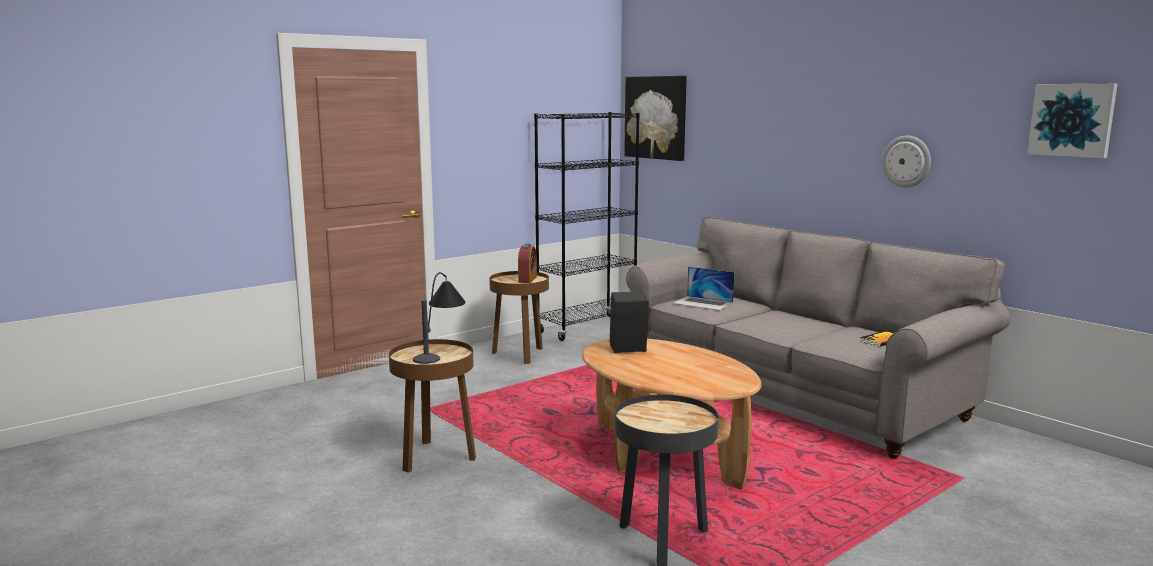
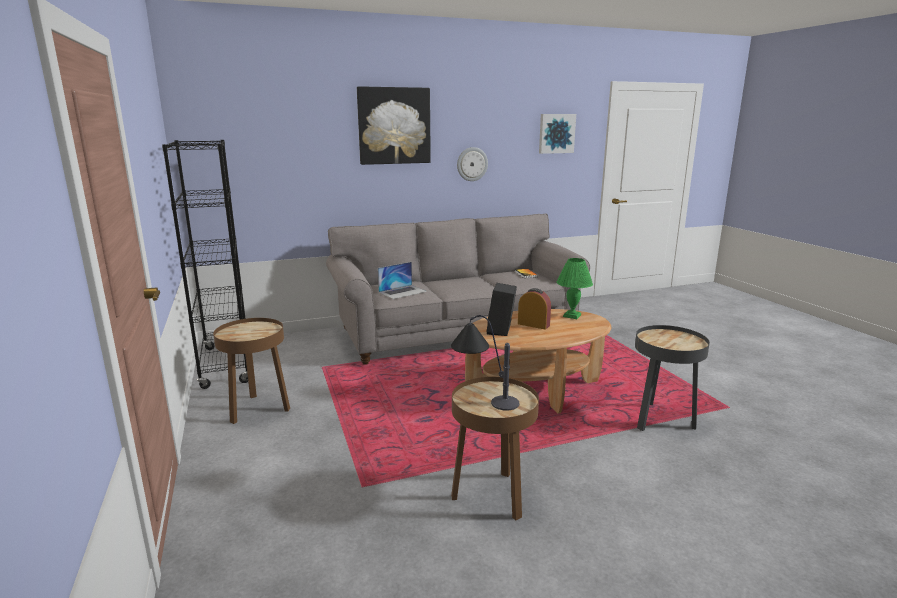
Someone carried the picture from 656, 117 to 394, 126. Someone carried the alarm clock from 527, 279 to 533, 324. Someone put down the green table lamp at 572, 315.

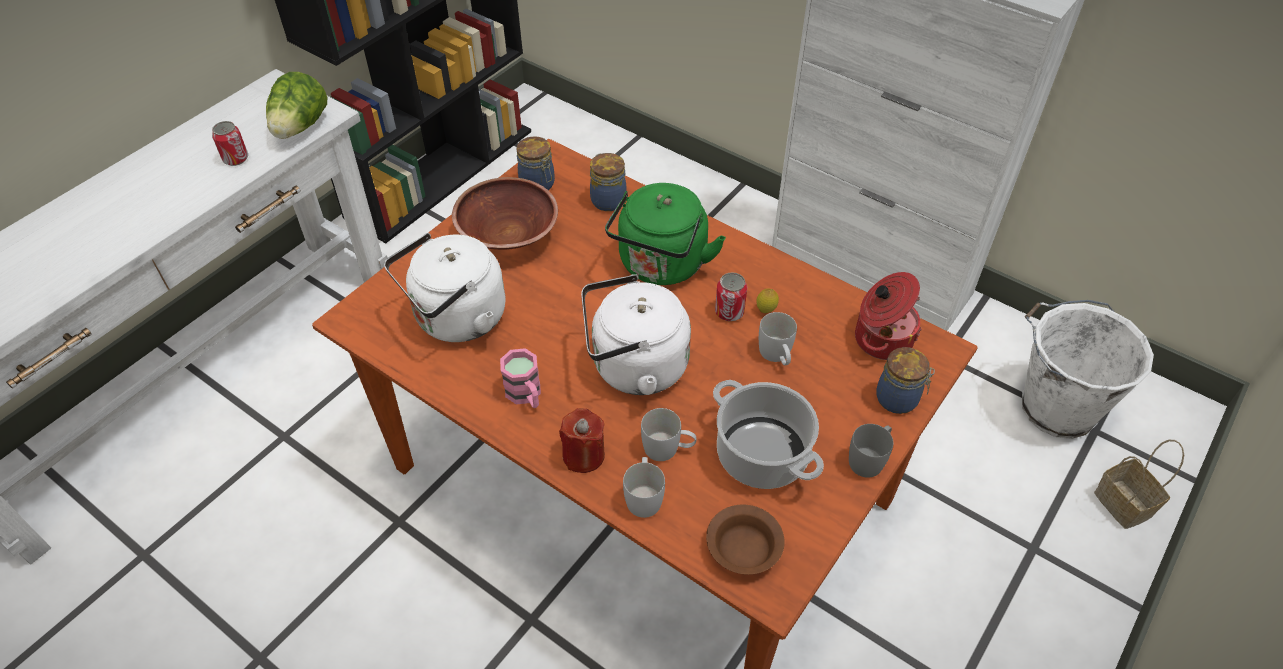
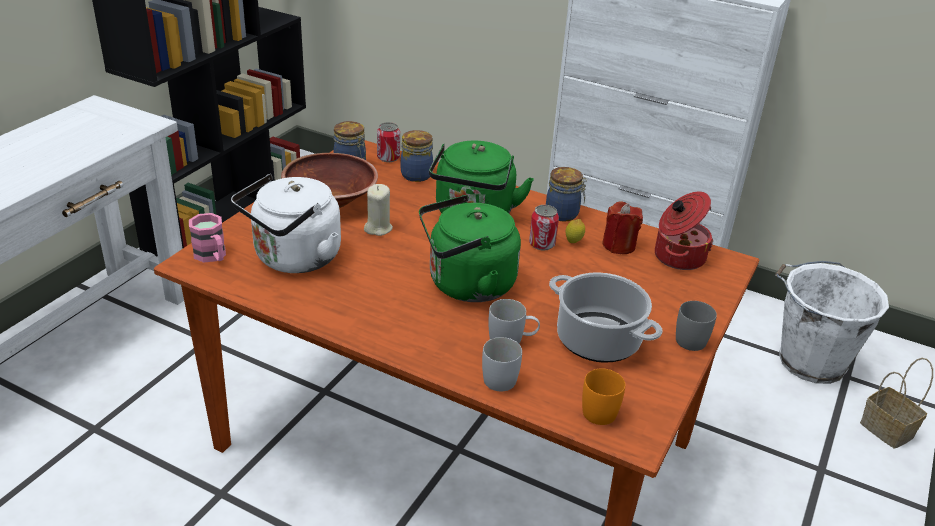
Someone took away the lettuce at 300, 127. Someone carried the can from 236, 159 to 388, 158. Someone repainted the white kettle at 633, 367, which became the green kettle at 466, 285. Someone took away the white mug at 777, 356. Someone carried the jar from 899, 399 to 563, 214. Someone carried the pink mug from 526, 395 to 212, 256. Someone carried the red candle from 583, 455 to 619, 245. Someone swapped the brown bowl at 742, 548 for the orange mug at 599, 408. Someone put down the beige candle at 378, 228.

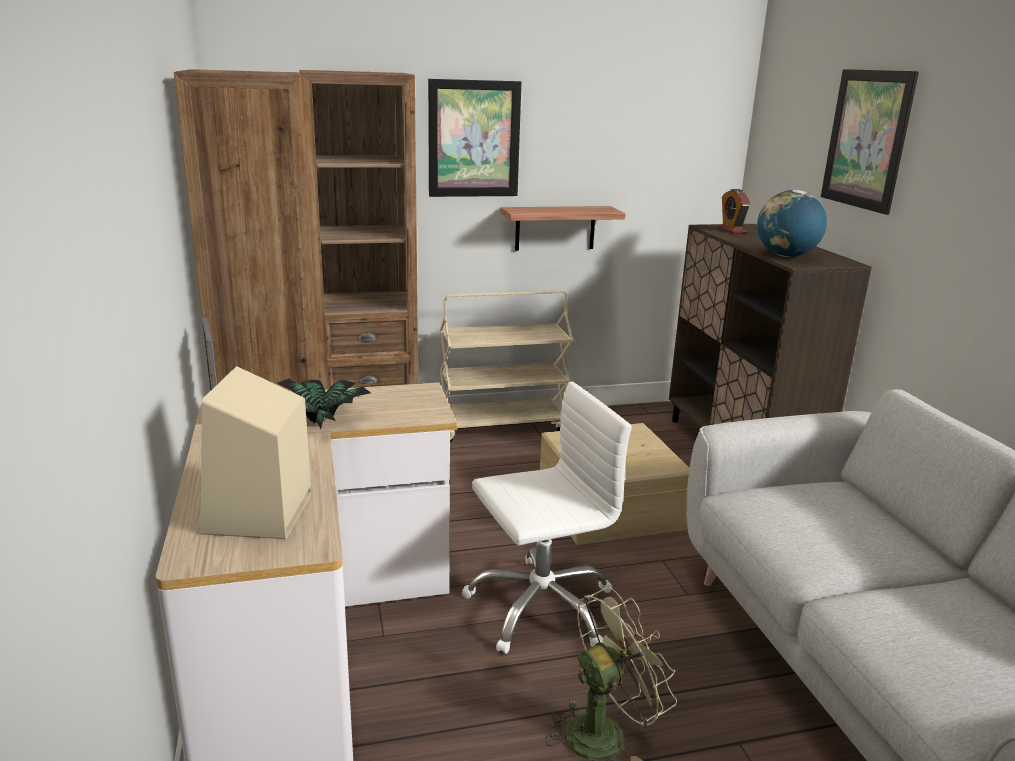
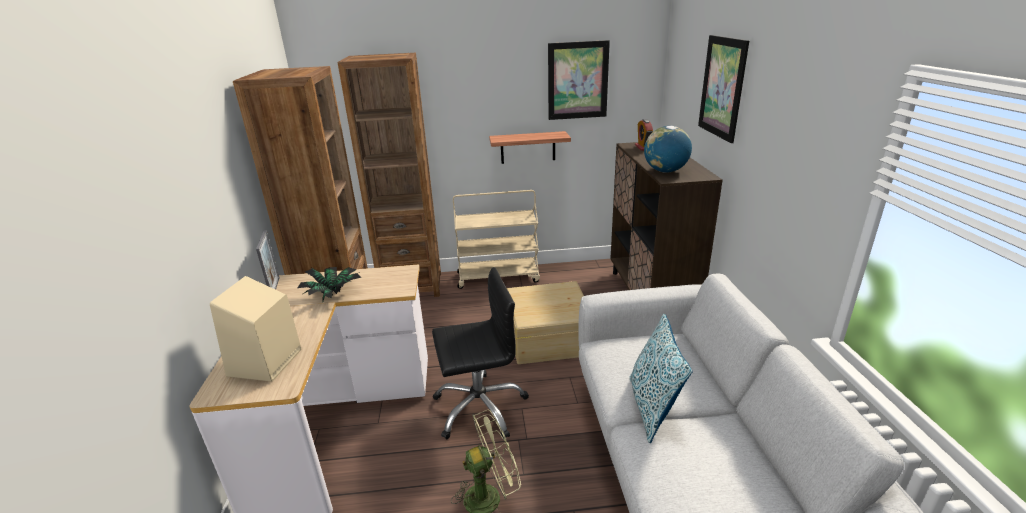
Someone carried the picture from 474, 139 to 577, 80. Someone repainted the white office chair at 540, 606, which became the black office chair at 479, 407. Someone put down the pillow at 652, 408.

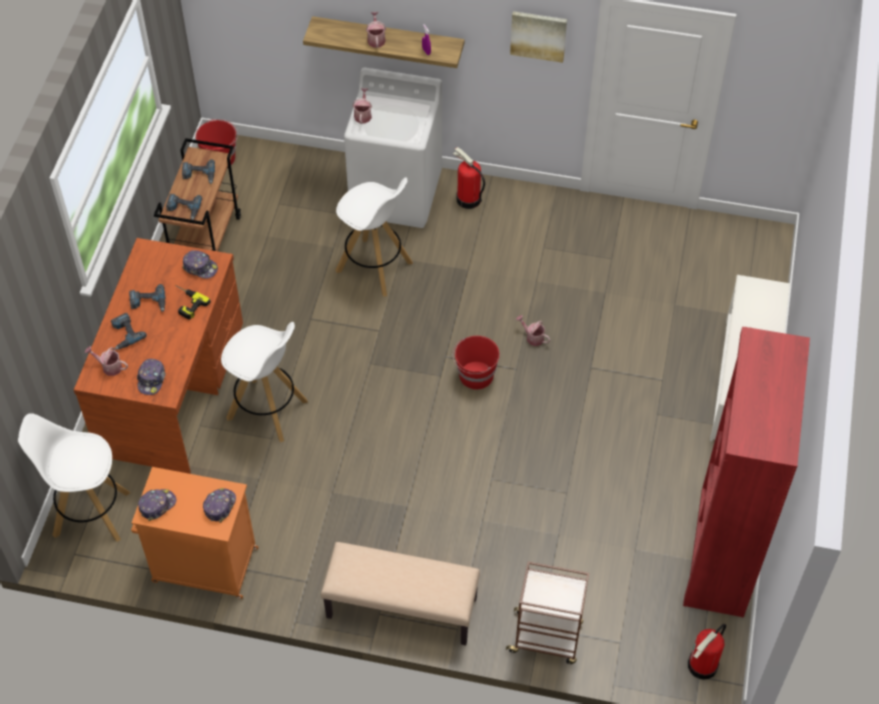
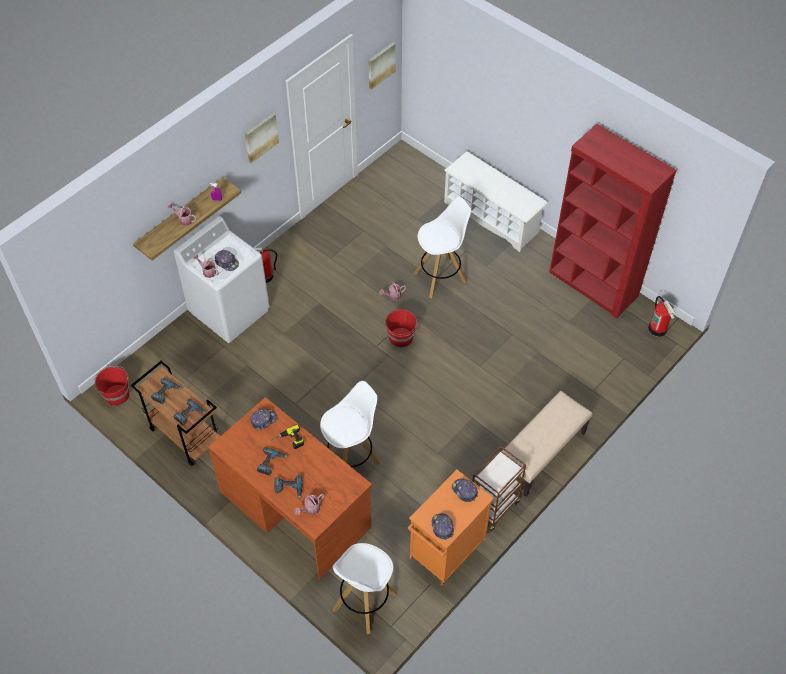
Someone carried the white stool from 375, 267 to 440, 277. Someone carried the cap from 152, 379 to 227, 262. Someone carried the brown cart from 547, 637 to 493, 506. Someone put up the picture at 380, 65.

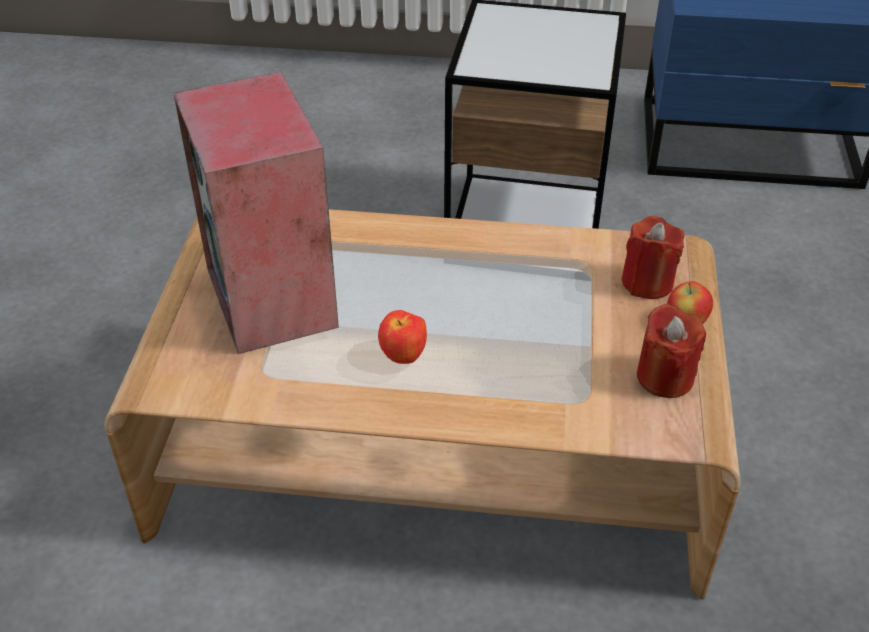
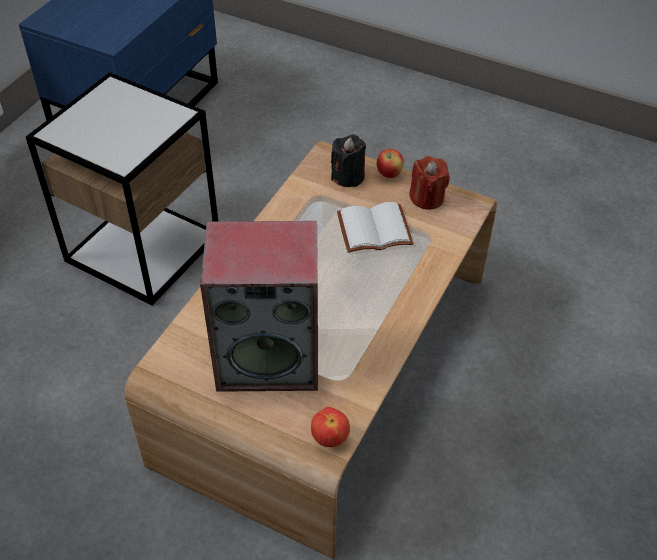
Someone repainted the red candle at 647, 282, which became the black candle at 348, 176. Someone carried the apple from 403, 357 to 330, 439. Someone put down the white book at 373, 231.

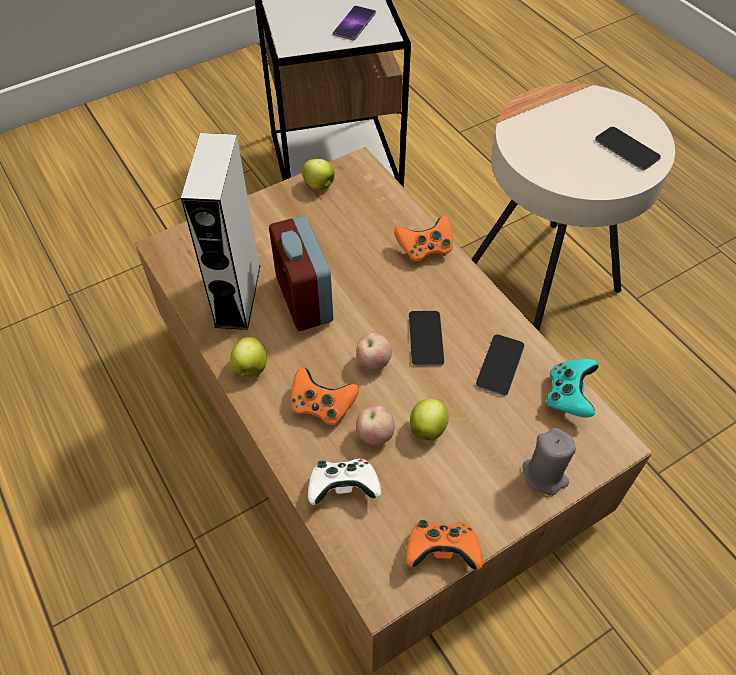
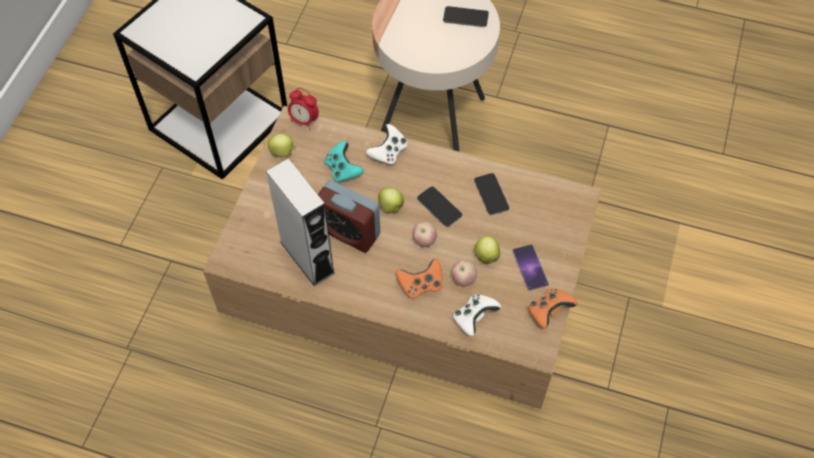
Someone carried the phone from 354, 23 to 530, 267. Someone repainted the orange game controller at 425, 249, which became the white game controller at 388, 152. Someone carried the apple from 250, 368 to 391, 207. Someone carried the turquoise game controller from 568, 396 to 343, 169. Someone took away the grey candle at 544, 475. Someone put down the alarm clock at 304, 120.

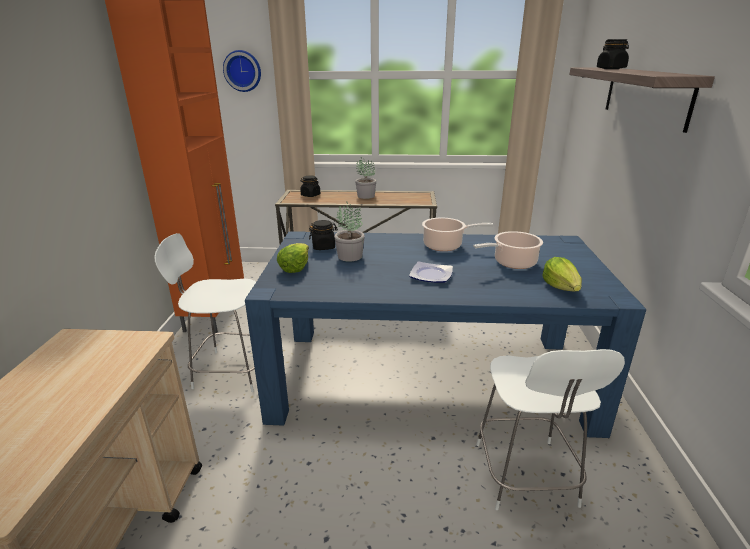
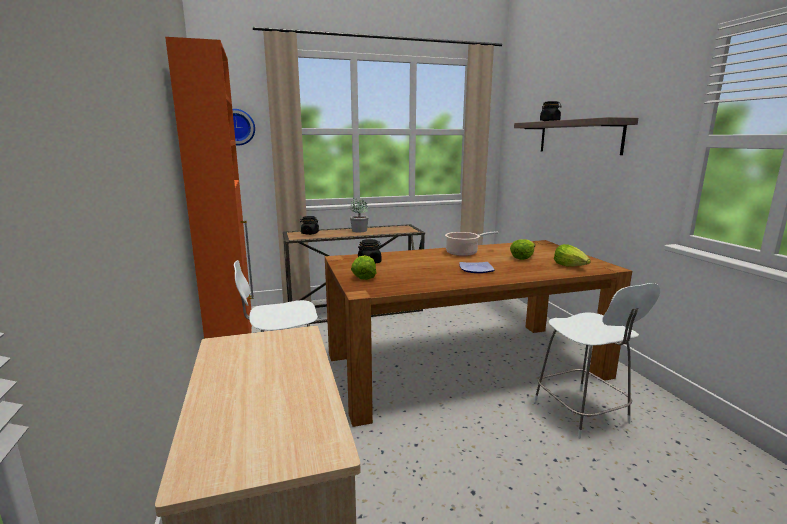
Someone took away the potted plant at 349, 256. Someone repainted the blue dining table at 428, 376, which became the brown dining table at 464, 365. Someone swapped the cooking pot at 512, 263 for the lettuce at 522, 257.

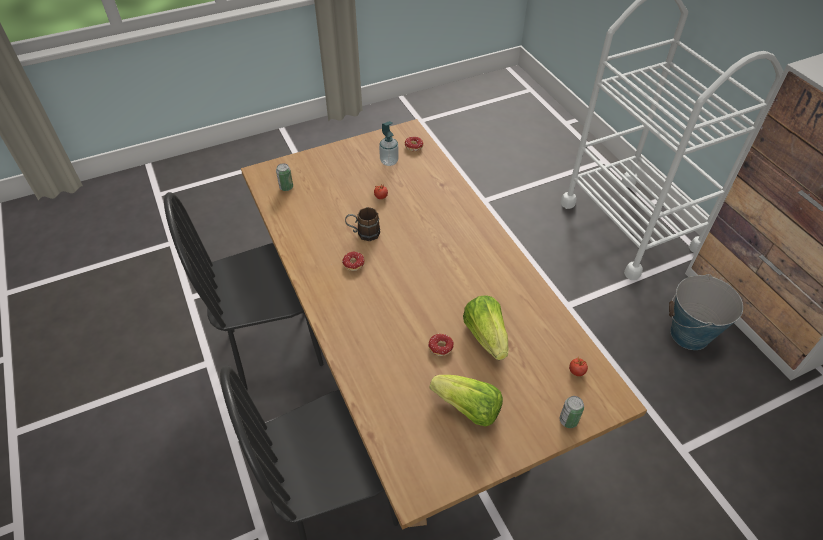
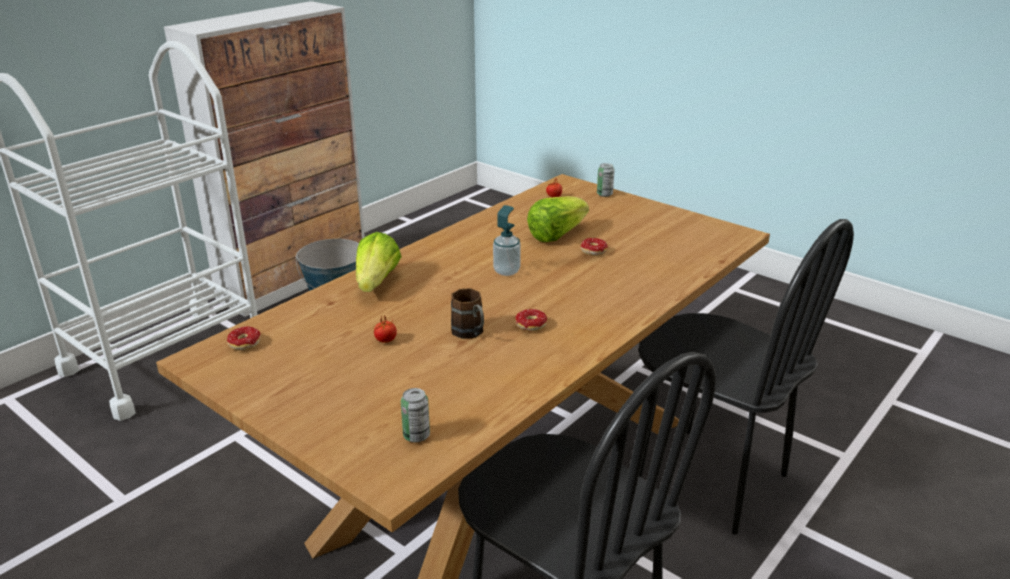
Someone carried the soap dispenser from 389, 161 to 506, 271. Someone carried the lettuce from 468, 409 to 376, 282.

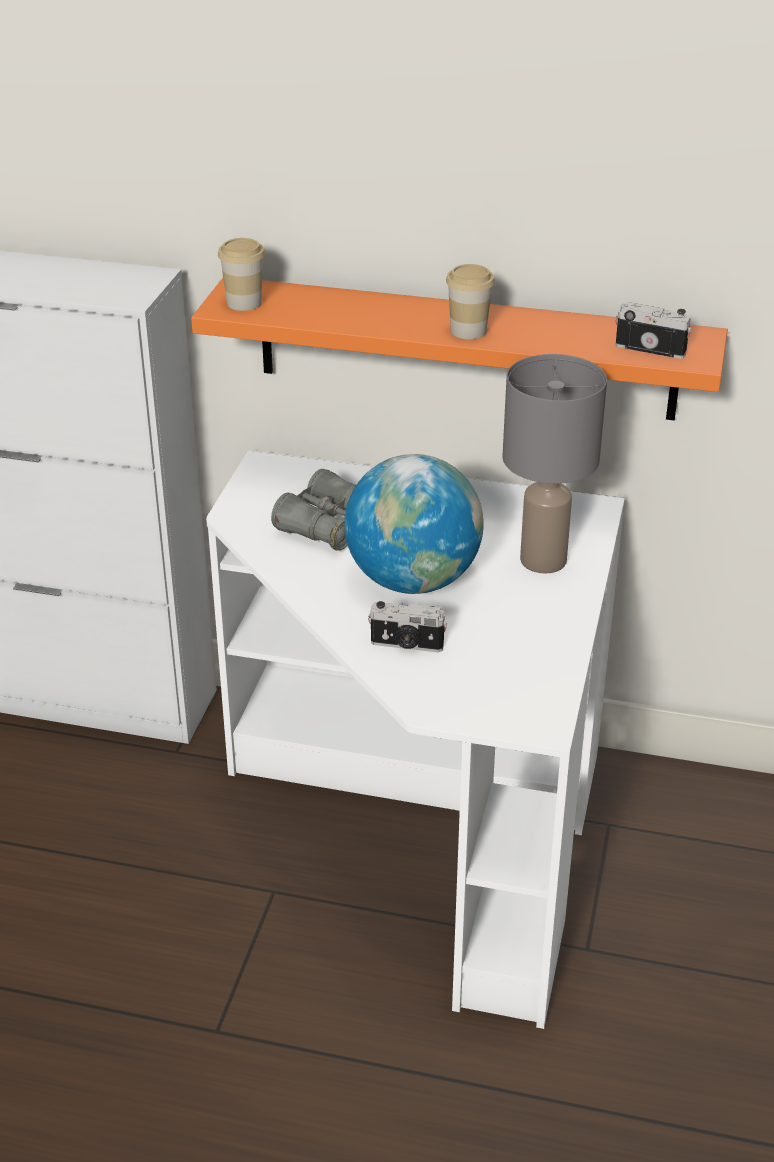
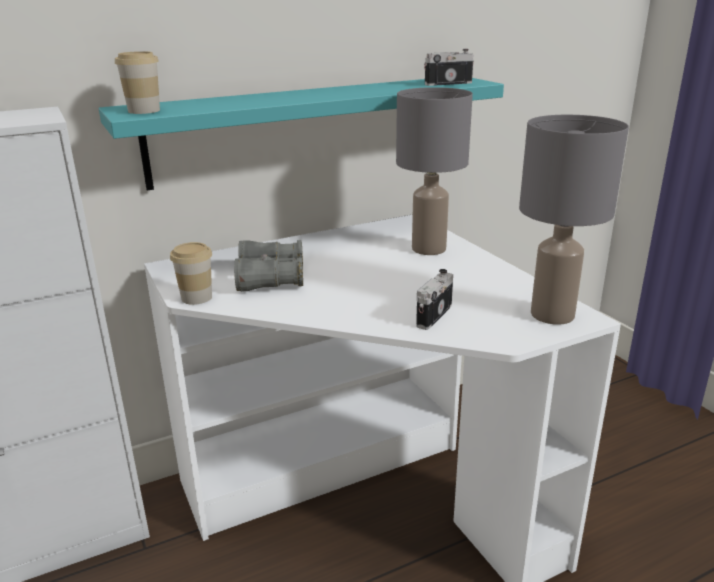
Someone carried the cup from 468, 331 to 196, 297. Someone repainted the orange shelf at 465, 348, which became the turquoise shelf at 303, 129. Someone took away the globe at 413, 581. Someone rotated the photo camera at 406, 645 by 150 degrees clockwise. Someone put down the grey table lamp at 551, 315.

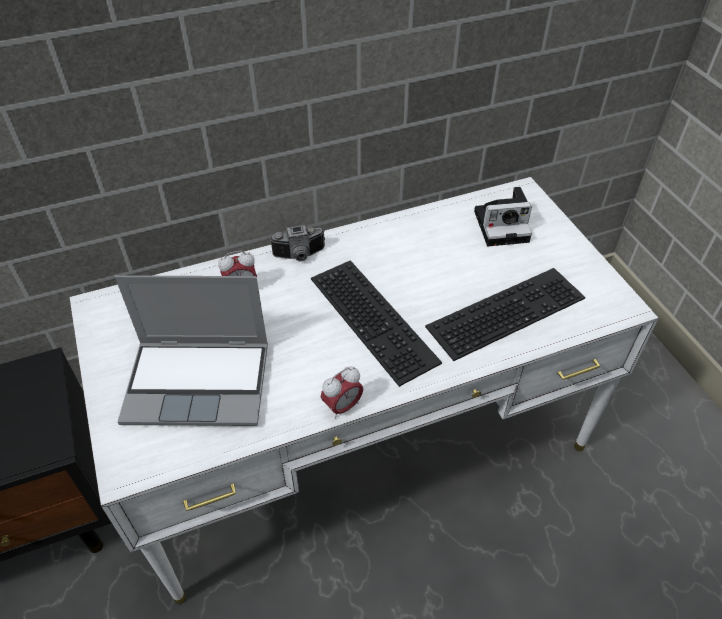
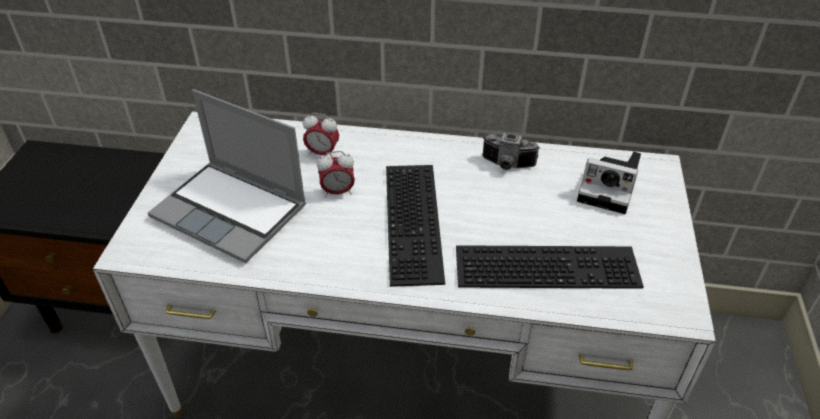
Someone carried the photo camera from 300, 256 to 507, 165. Someone carried the alarm clock from 342, 406 to 338, 192.

